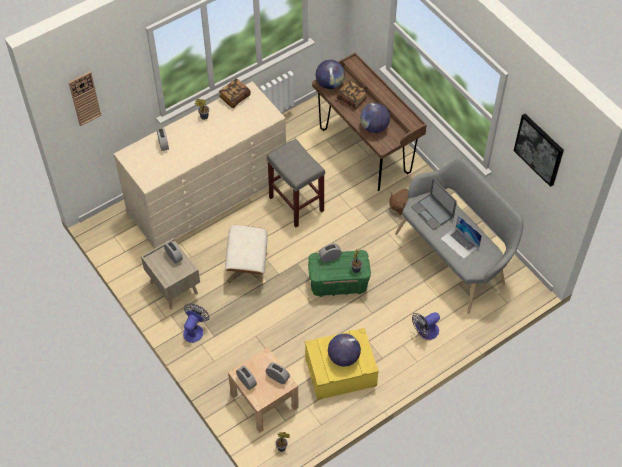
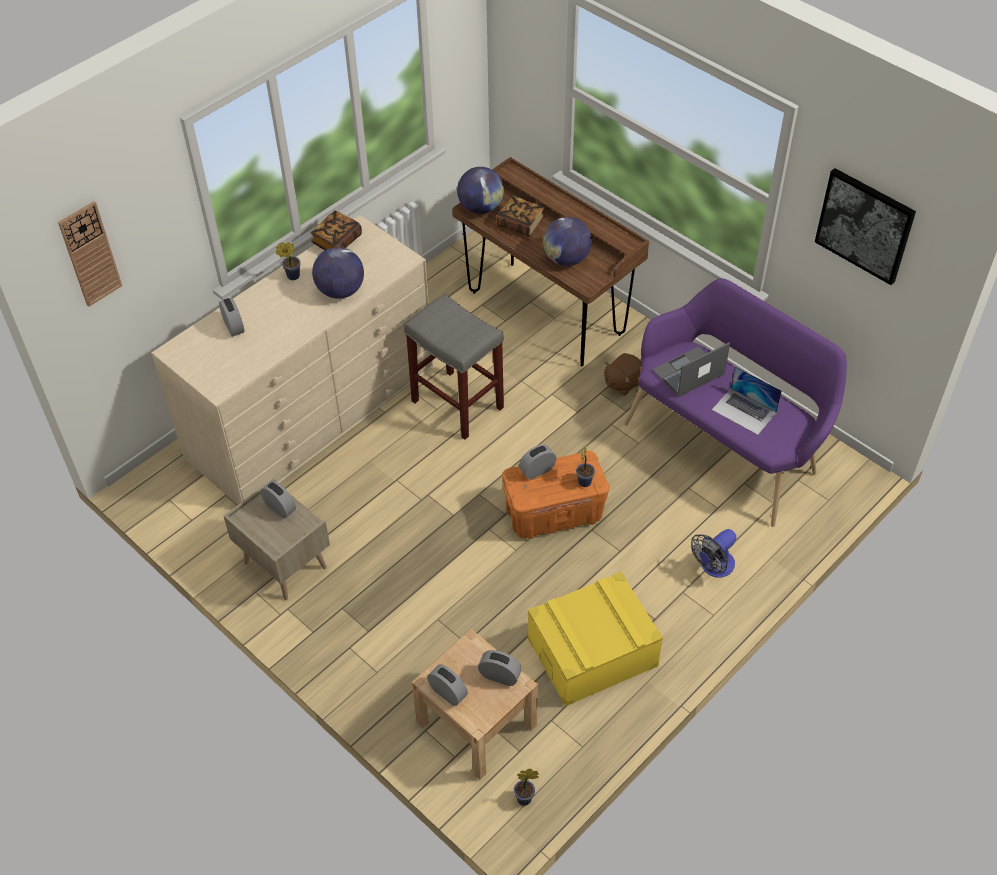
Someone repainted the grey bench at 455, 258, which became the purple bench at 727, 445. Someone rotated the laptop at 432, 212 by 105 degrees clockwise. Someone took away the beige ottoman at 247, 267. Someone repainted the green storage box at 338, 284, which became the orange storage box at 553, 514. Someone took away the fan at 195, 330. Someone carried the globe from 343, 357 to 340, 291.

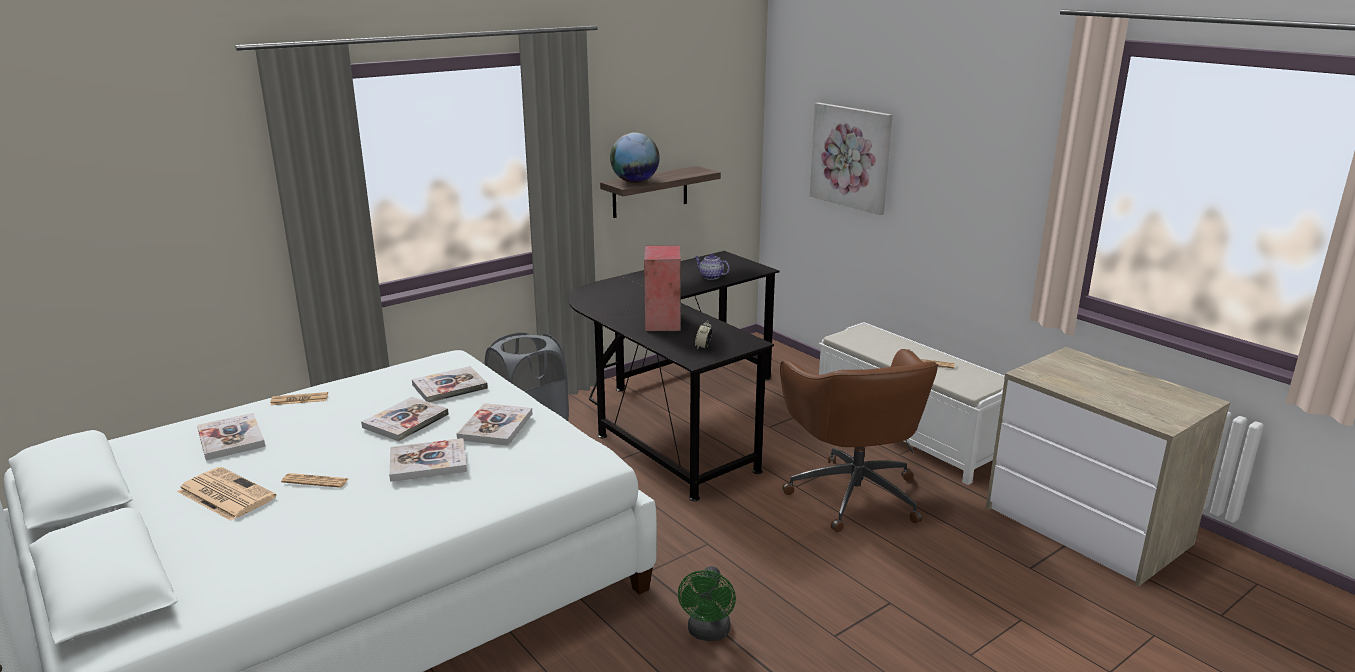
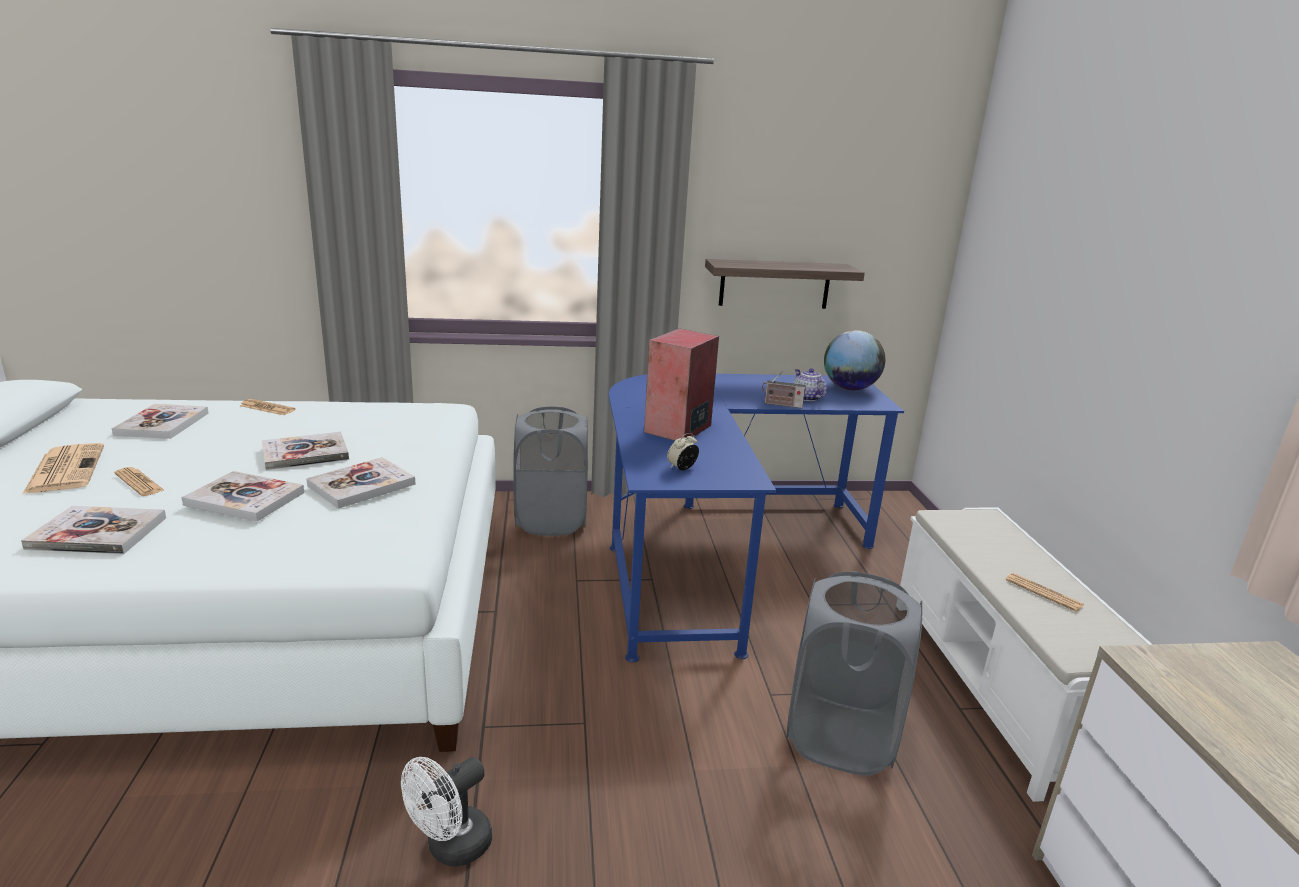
Someone took away the picture at 851, 157. Someone carried the globe from 635, 182 to 849, 388. Someone repainted the black desk at 675, 415, which became the blue desk at 716, 553. Someone swapped the brown office chair at 853, 493 for the grey laundry basket at 840, 737. Someone carried the book from 449, 386 to 98, 533. Someone repainted the green fan at 708, 633, which became the white fan at 451, 848. Someone put down the radio at 781, 405.

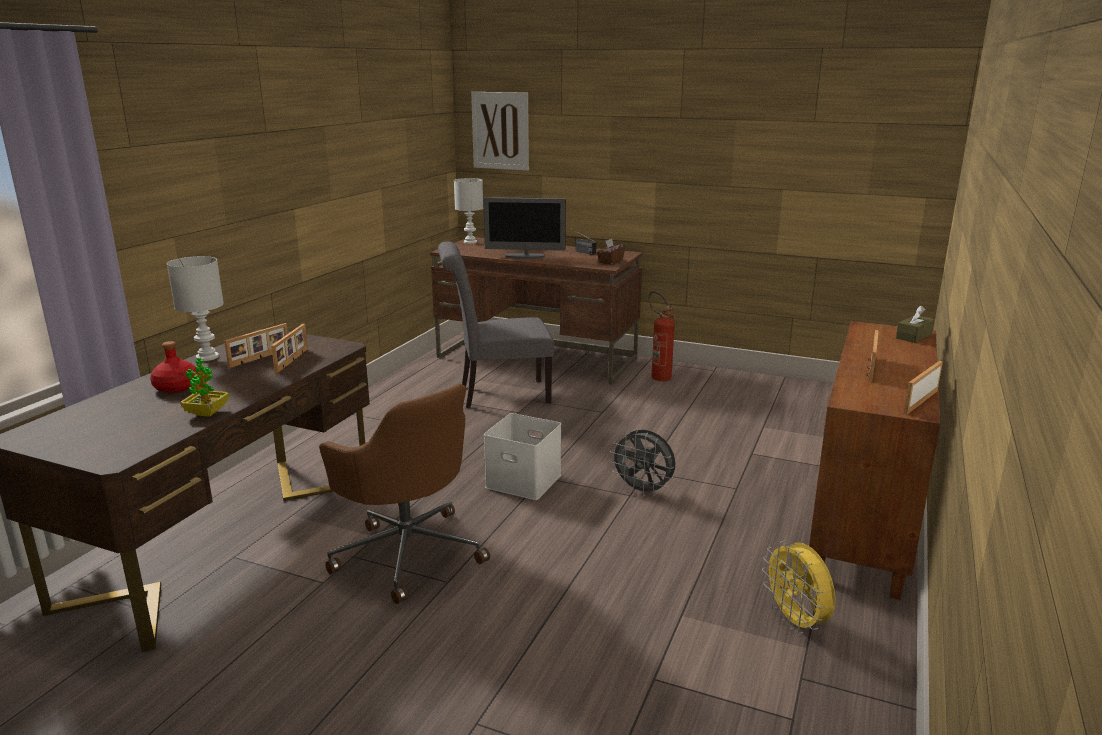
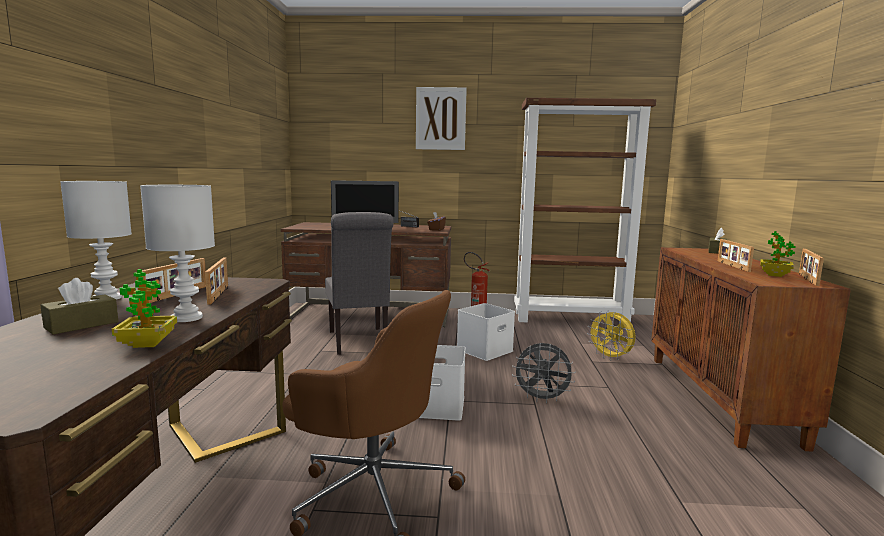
Someone carried the picture from 500, 131 to 440, 118. Someone carried the white table lamp from 470, 242 to 187, 318. Someone rotated the grey chair at 498, 394 by 75 degrees counterclockwise. Someone swapped the red bottle at 176, 387 for the brown tissue box at 81, 325. Someone carried the yellow fan from 796, 622 to 610, 358. Someone put down the brown bookcase at 571, 318. Someone put down the potted plant at 774, 275. Someone put down the white storage box at 485, 351.

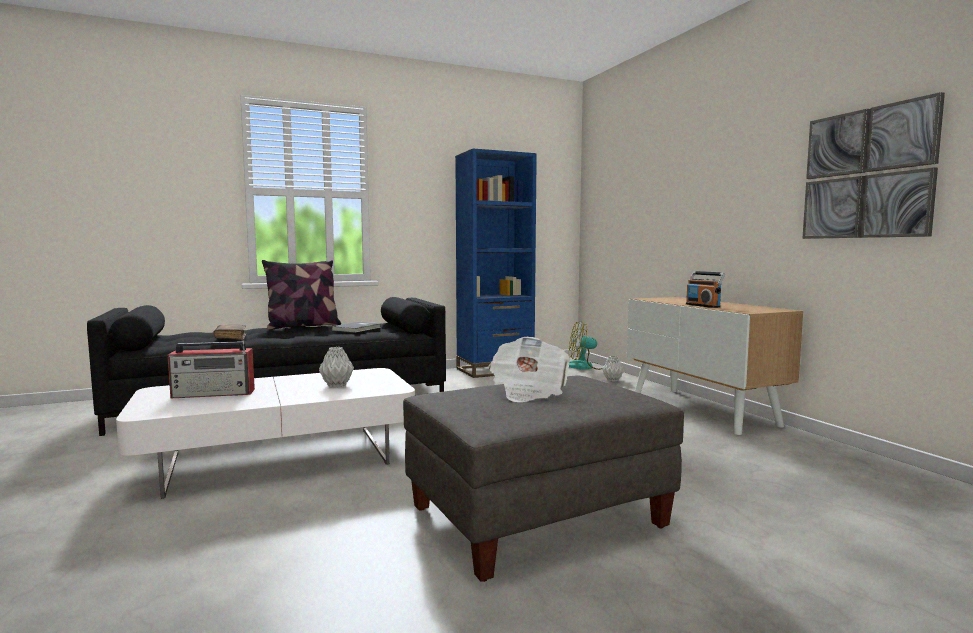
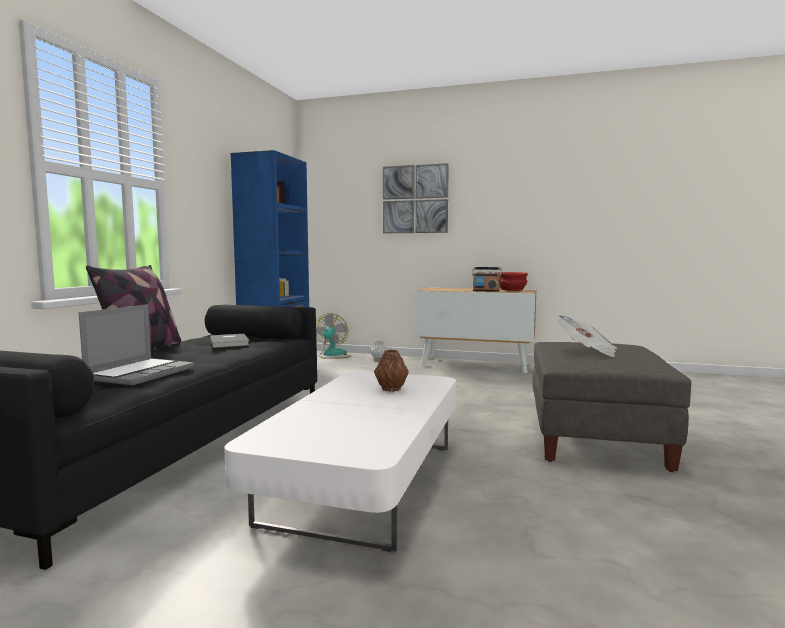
Someone carried the picture from 867, 174 to 415, 199. Someone rotated the fan at 586, 367 by 150 degrees clockwise. Someone swapped the brown book at 231, 338 for the laptop at 140, 373. Someone took away the radio at 214, 394. Someone repainted the grey vase at 336, 385, which became the brown vase at 391, 389. Someone put down the red bowl at 512, 290.

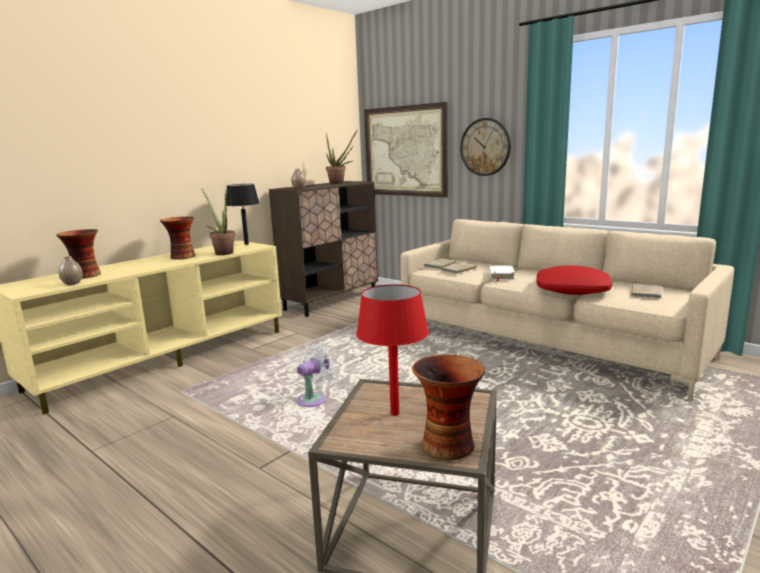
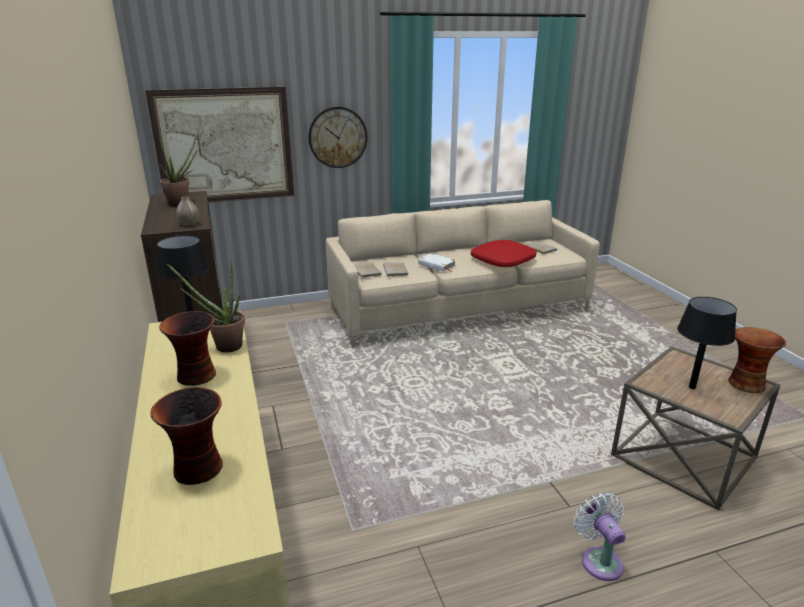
Someone took away the vase at 72, 283. Someone repainted the red table lamp at 395, 413, which became the black table lamp at 692, 387. Someone carried the white fan from 314, 399 to 599, 560.

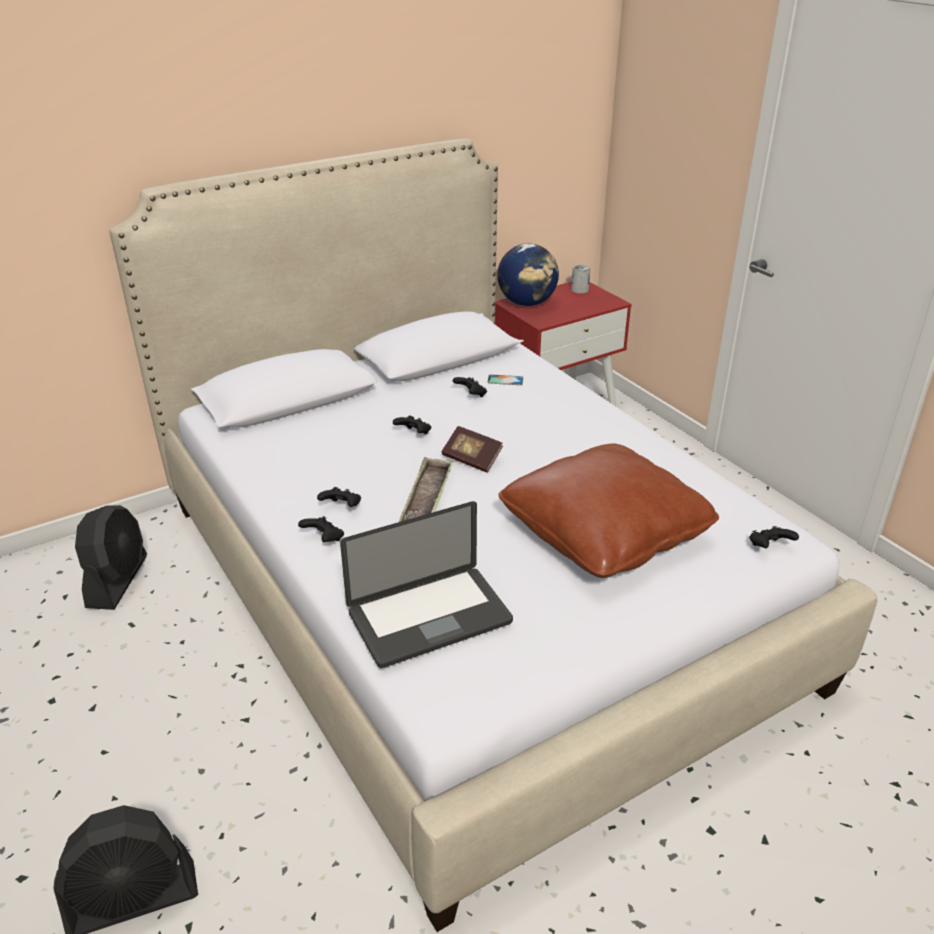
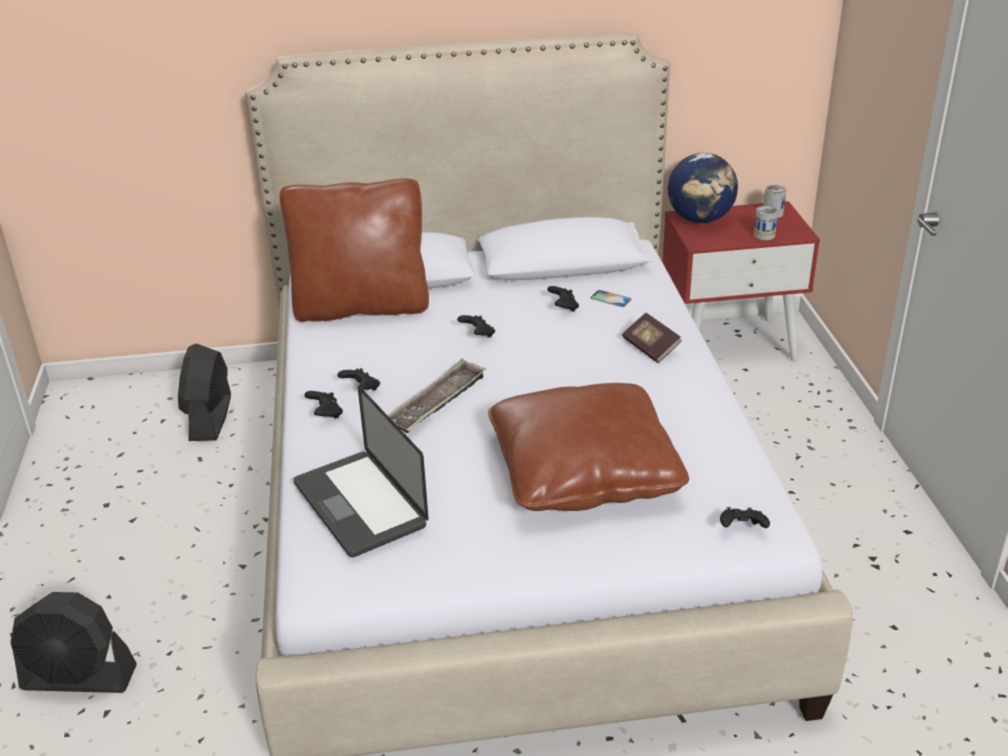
Someone carried the book from 472, 459 to 651, 348. Someone rotated the laptop at 429, 618 by 60 degrees clockwise. Someone rotated the black fan at 118, 581 by 150 degrees clockwise. Someone put down the brown pillow at 361, 307. Someone put down the can at 764, 235.

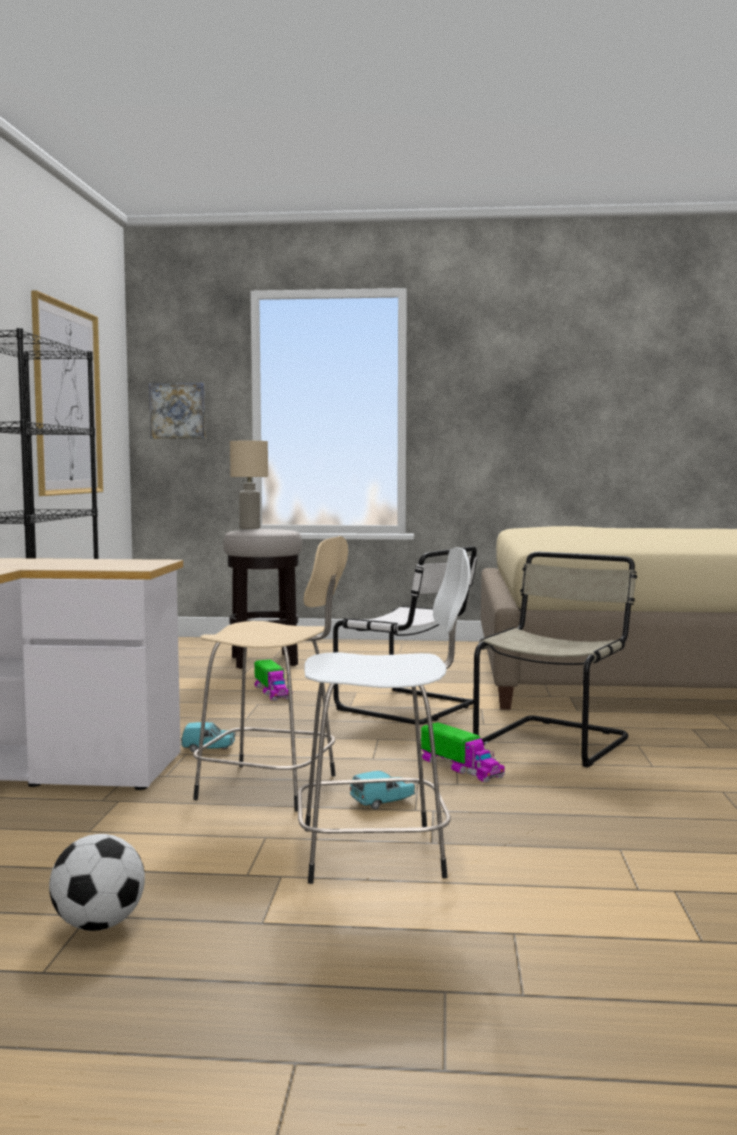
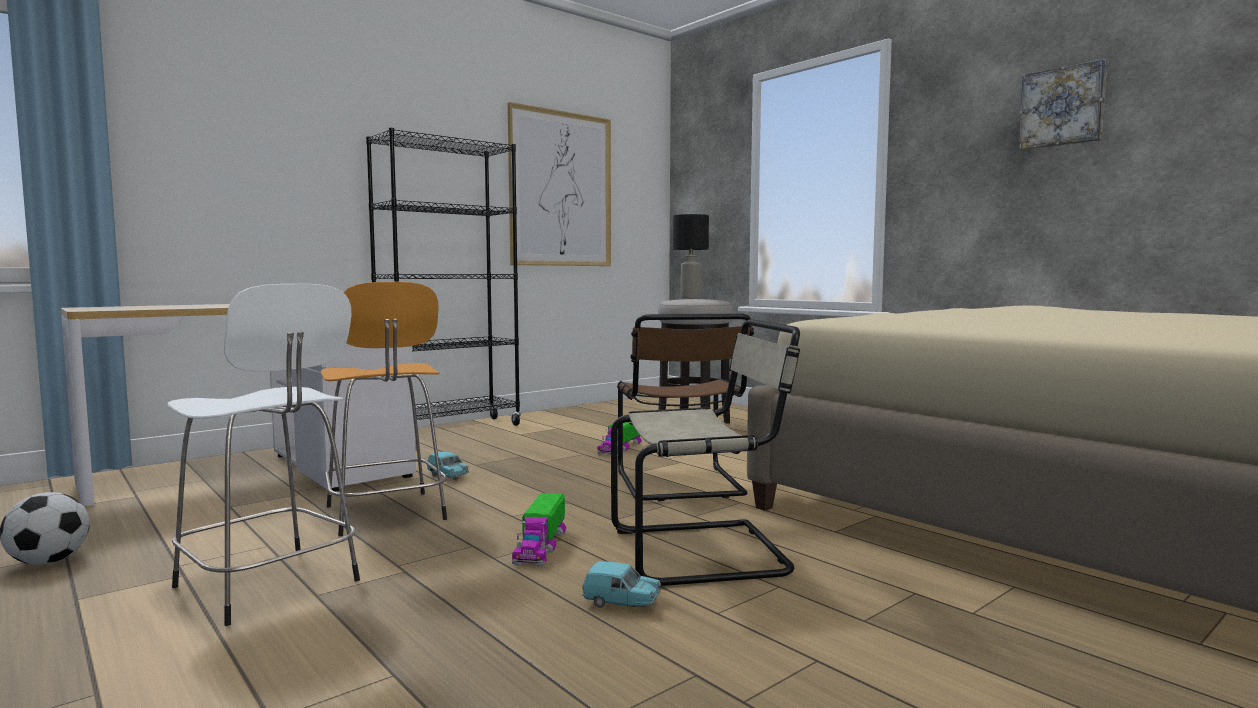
Someone carried the picture from 178, 411 to 1062, 107. Someone repainted the beige table lamp at 249, 528, which became the black table lamp at 690, 298. Someone repainted the beige stool at 272, 788, which became the orange stool at 386, 514. Someone repainted the white chair at 410, 707, which became the brown chair at 681, 485. Someone carried the turquoise toy car from 382, 802 to 622, 603.

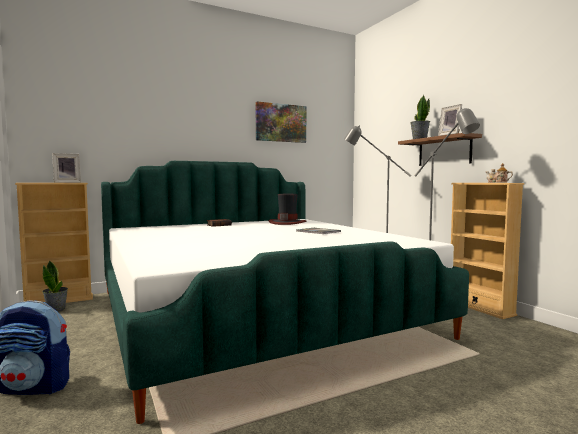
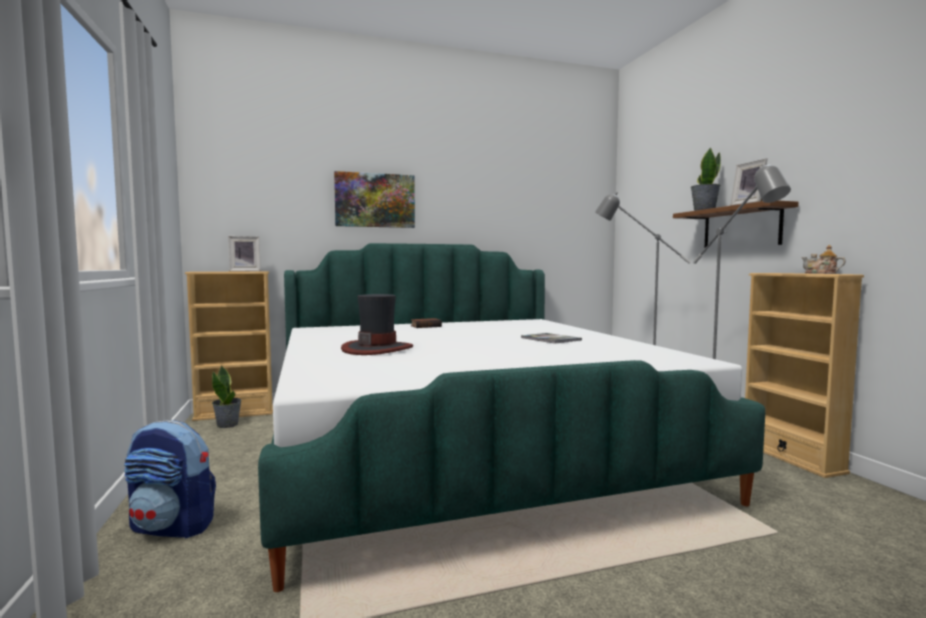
Someone carried the picture from 280, 123 to 375, 200. Someone carried the hat from 287, 222 to 377, 349.

